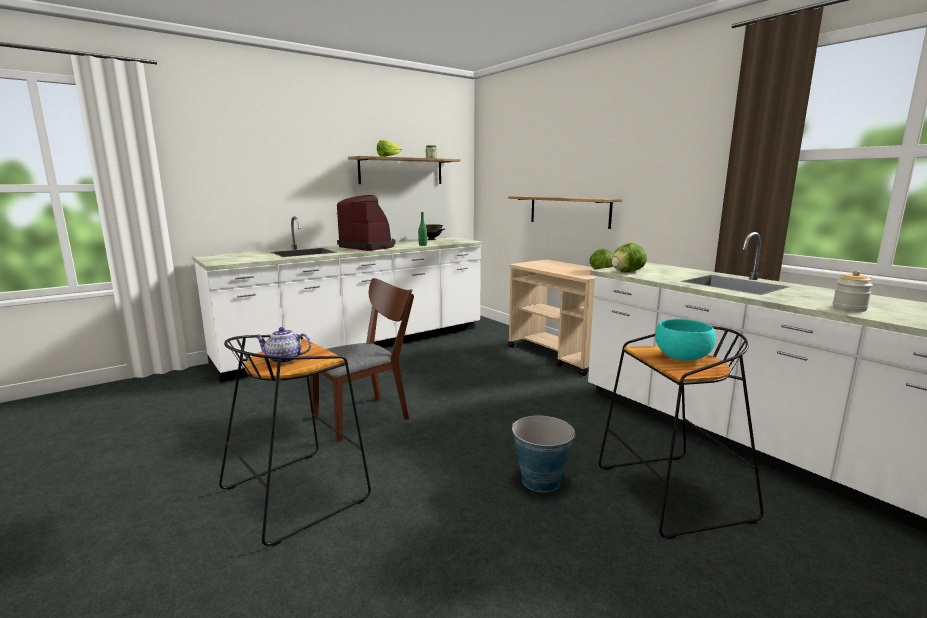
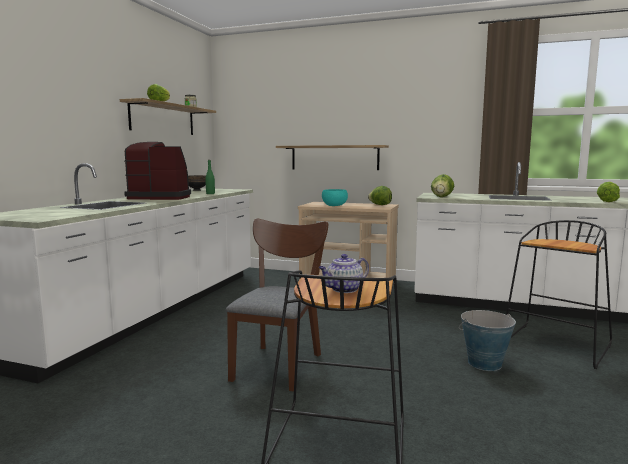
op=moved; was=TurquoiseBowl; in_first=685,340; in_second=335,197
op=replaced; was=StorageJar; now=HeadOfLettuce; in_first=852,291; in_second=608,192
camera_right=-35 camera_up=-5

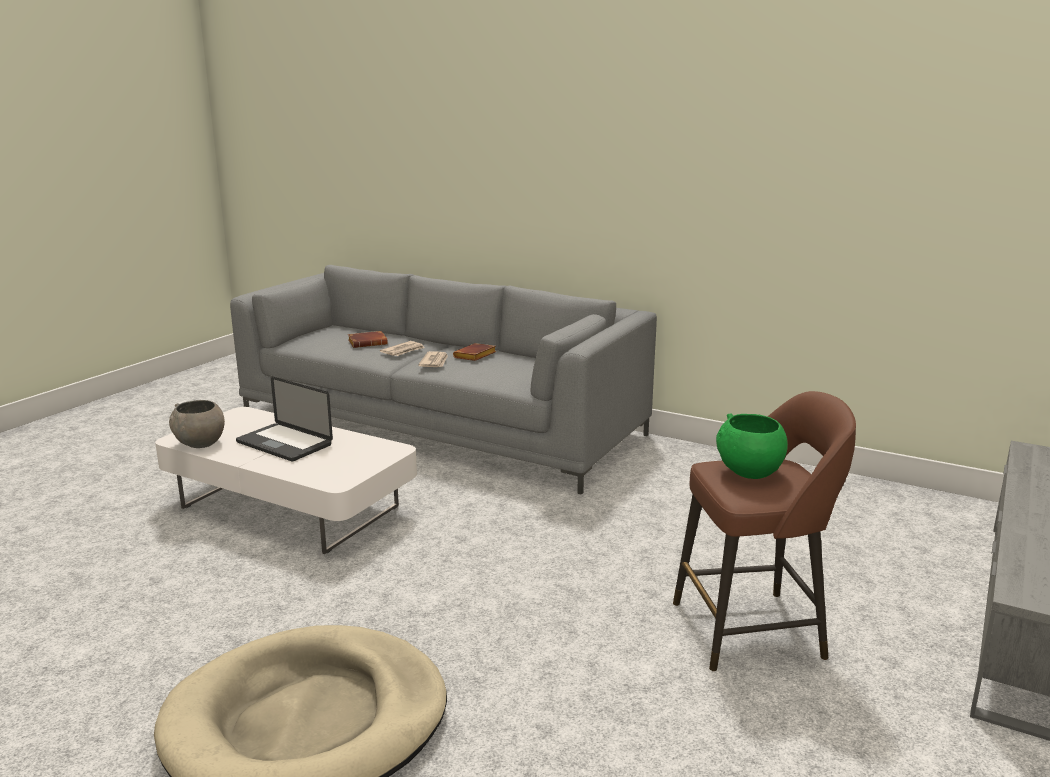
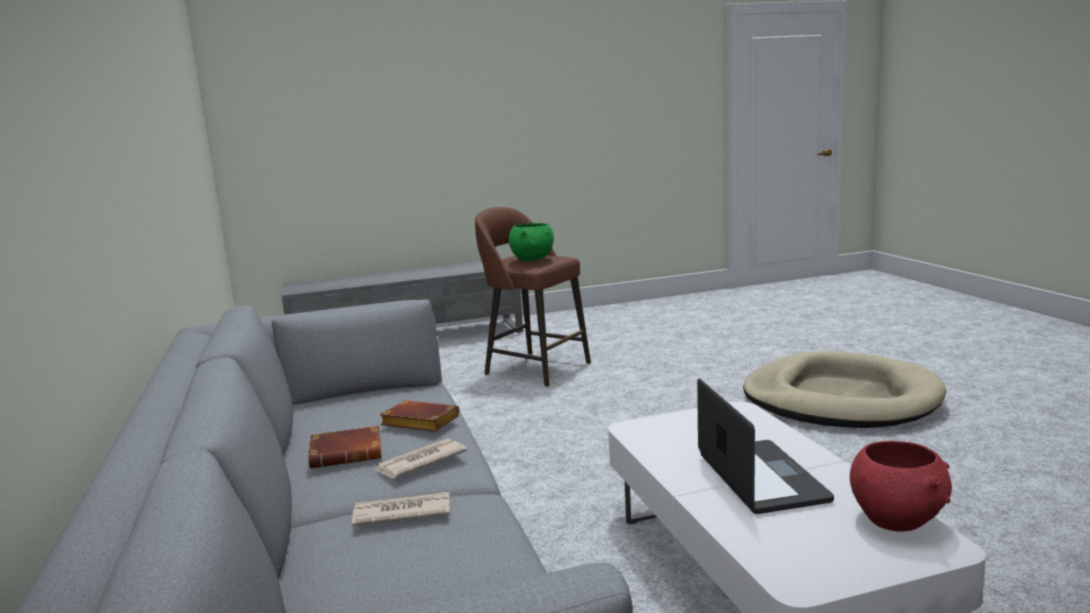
op=moved; was=BrownBoundBook; in_first=368,339; in_second=419,416
op=recoloured; was=GreyBowl; now=RedBowl; in_first=197,424; in_second=901,486
camera_right=-135 camera_up=-5

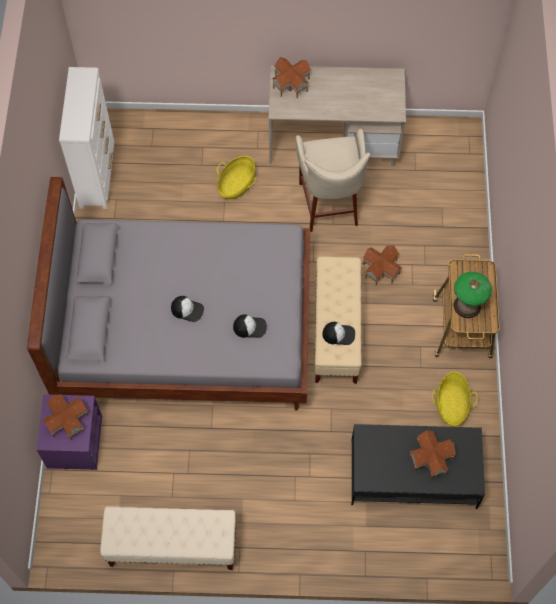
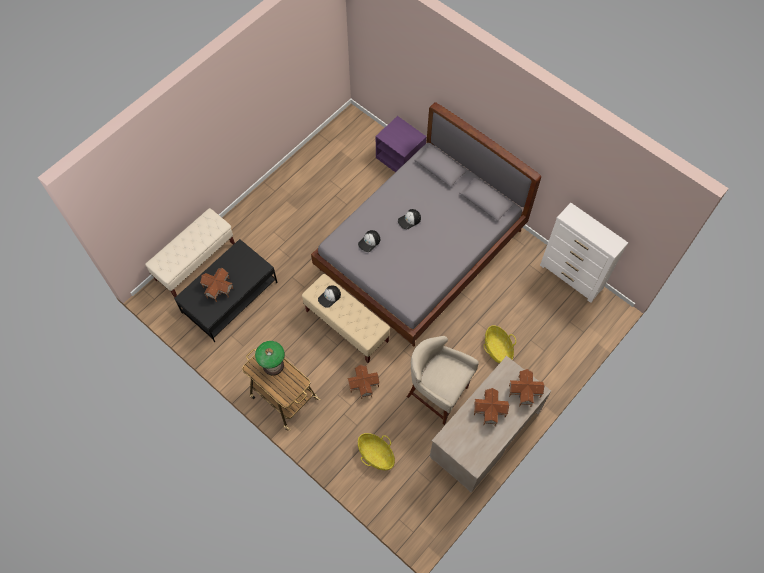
op=moved; was=ToyHouse; in_first=65,417; in_second=491,407
op=moved; was=BeigeColouredBench; in_first=168,538; in_second=190,252
op=moved; was=HouseholdBasket; in_first=455,399; in_second=376,451
camera_right=130 camera_up=0

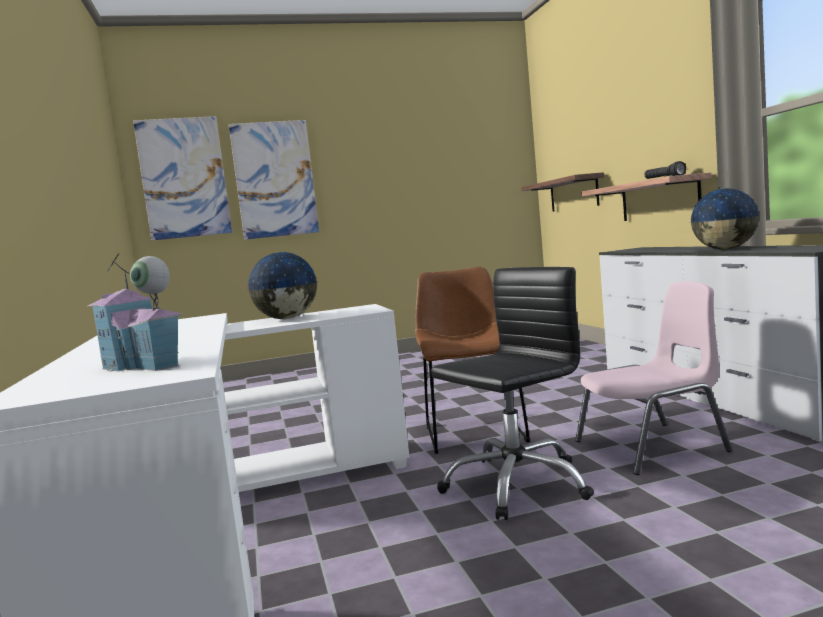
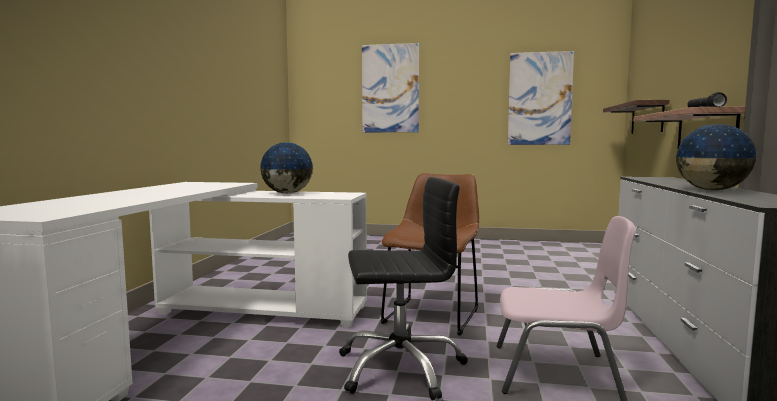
op=removed; was=ToyHouse; in_first=135,312
op=moved; was=WallPicture; in_first=182,178; in_second=541,98
camera_right=25 camera_up=0

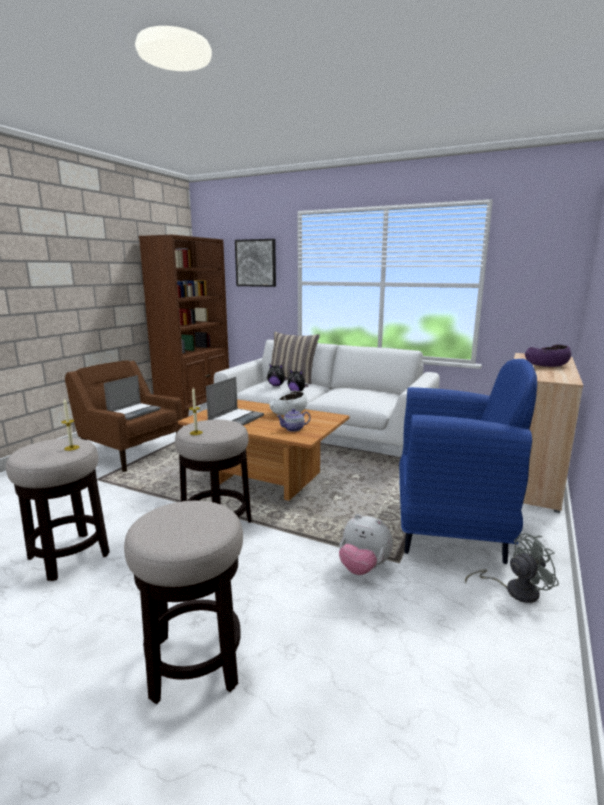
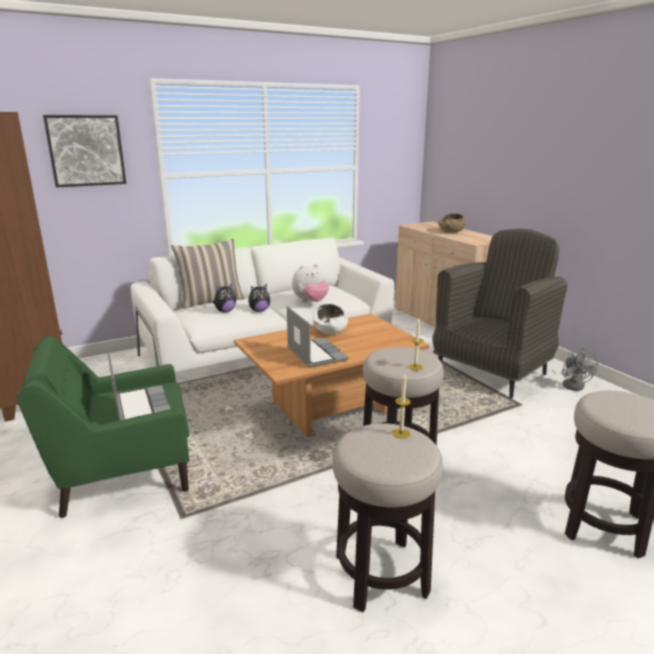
op=removed; was=TeaPot; in_first=294,420
op=moved; was=PlushToy; in_first=366,544; in_second=310,283
op=recoloured; was=BrownArmchair; now=GreenColouredArmchair; in_first=124,416; in_second=103,427
op=recoloured; was=BlueColouredArmchair; now=GreyArmchair; in_first=468,461; in_second=500,313
op=recoloured; was=PurplishBowl; now=BrownBowl; in_first=548,355; in_second=452,223
op=turned; was=GreyElectricFan; in_first=512,568; in_second=579,369; clockwise=150
camera_right=-55 camera_up=5

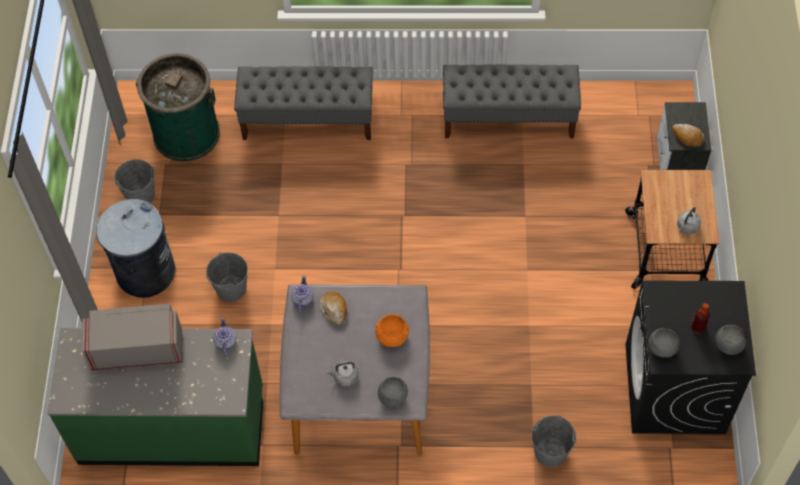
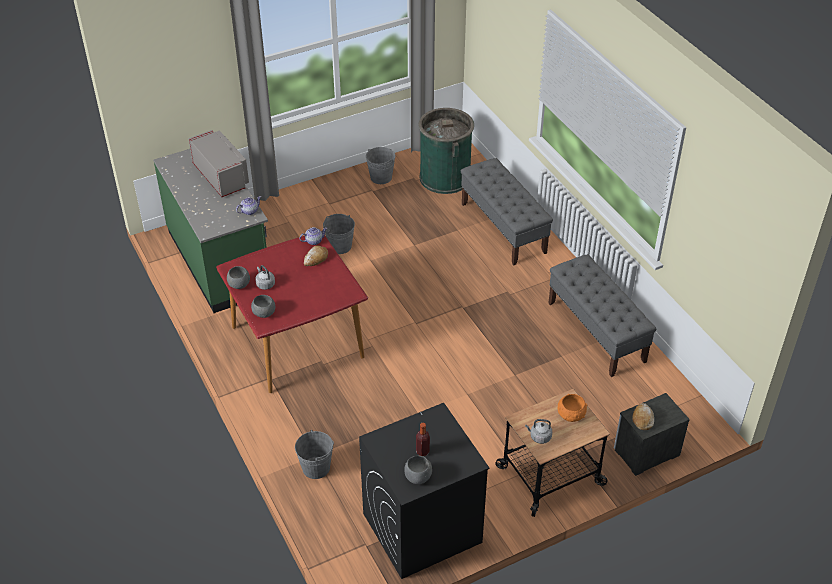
op=removed; was=GreyRubbishBin; in_first=135,248
op=moved; was=OrangeyBowl; in_first=392,330; in_second=572,408
op=moved; was=GreyBowl; in_first=664,343; in_second=238,277
op=recoloured; was=GreyKitchenTable; now=RedKitchenTable; in_first=355,370; in_second=292,314
camera_right=60 camera_up=-15

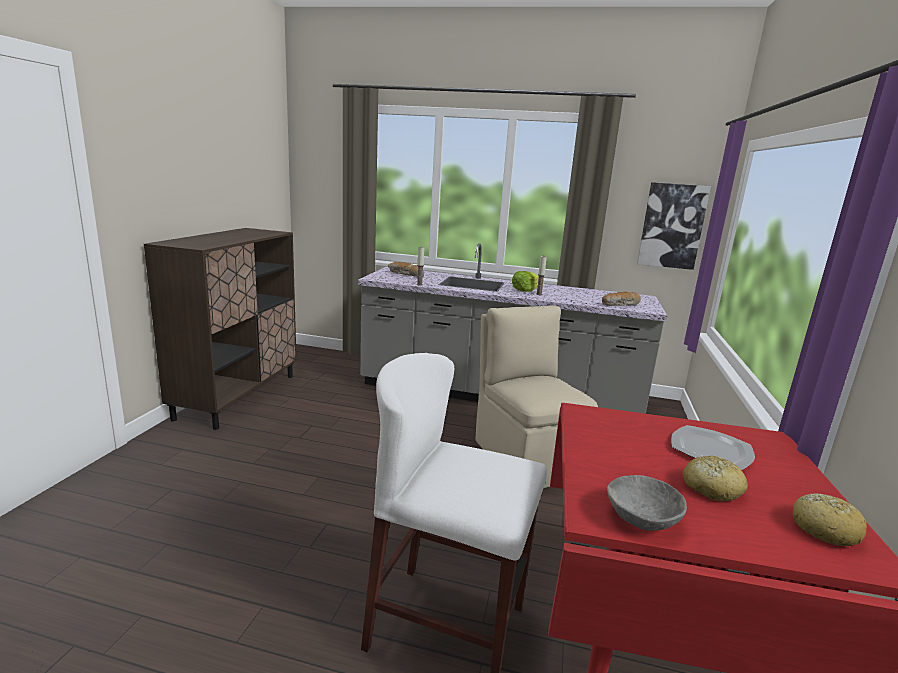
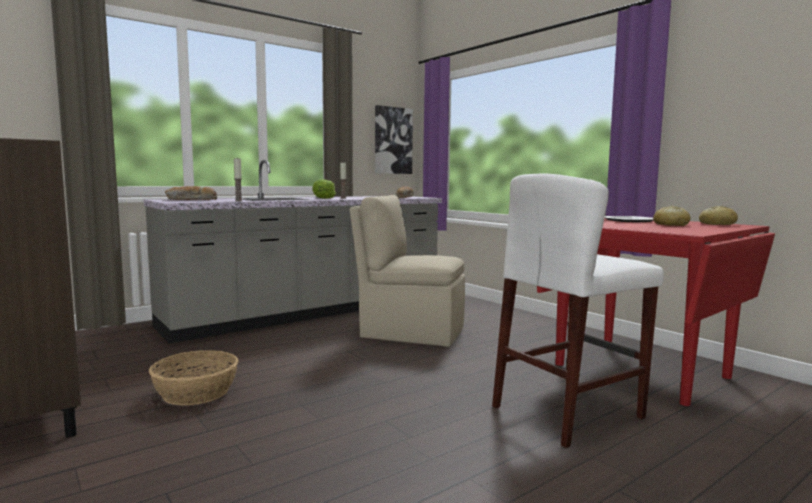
op=removed; was=GreyBowl; in_first=647,503
op=added; now=HouseholdBasket; in_second=193,378
camera_right=-50 camera_up=-10

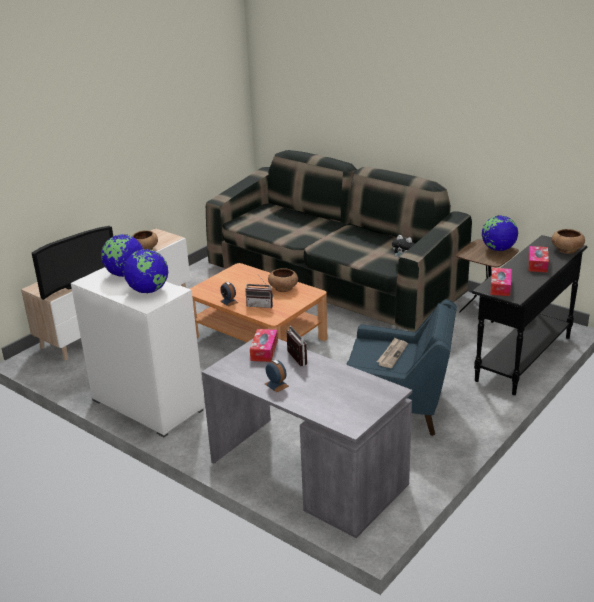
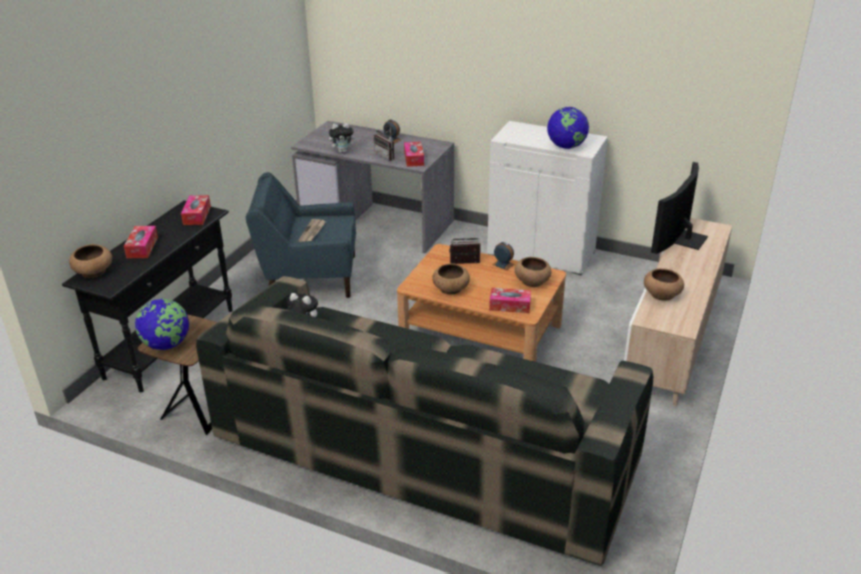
op=removed; was=DeskGlobe; in_first=146,271
op=added; now=PlushToy; in_second=343,138
op=added; now=BoxOfTissues; in_second=510,300
op=added; now=BrownBowl; in_second=533,272
camera_right=165 camera_up=5

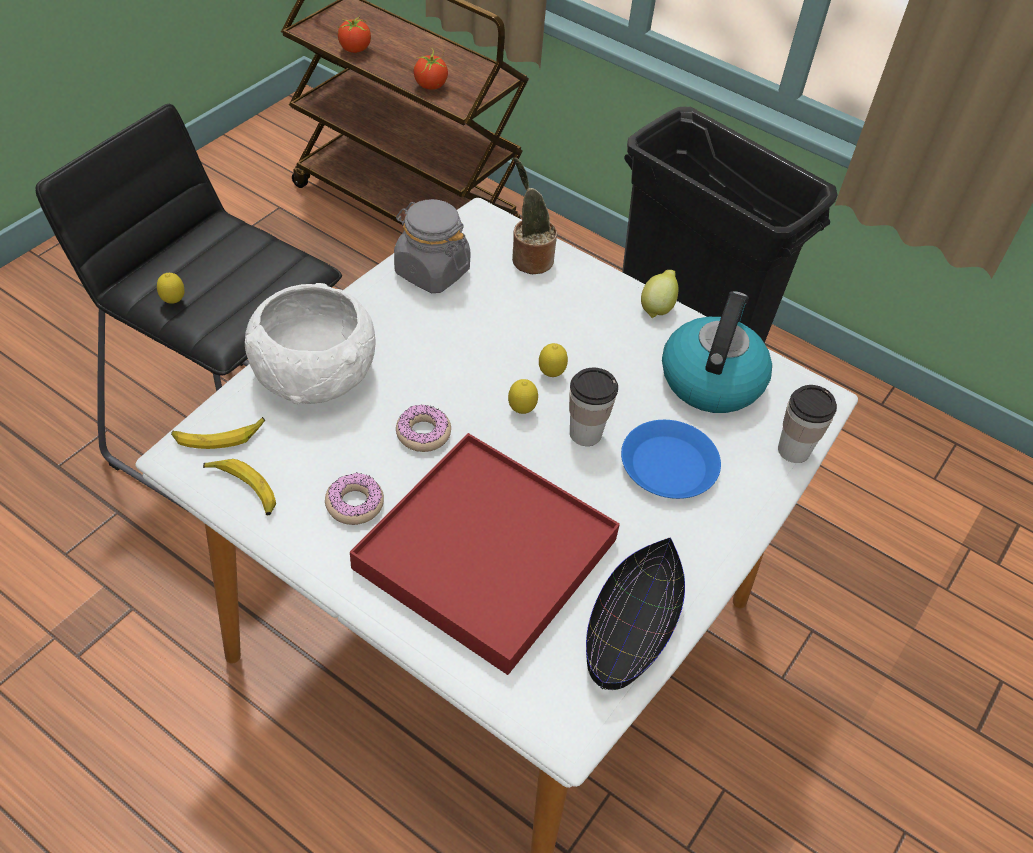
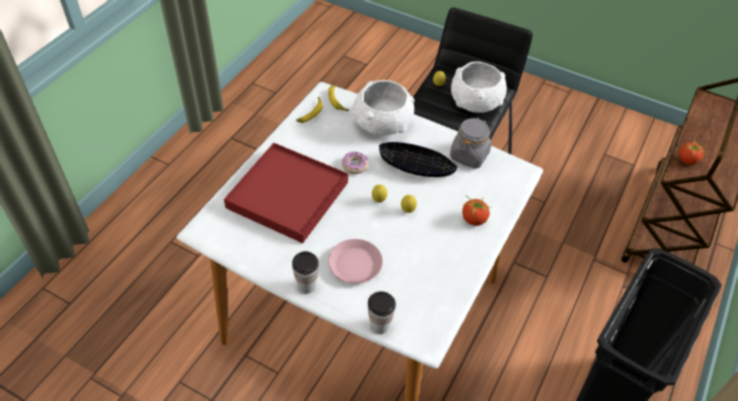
op=removed; was=Doughnut; in_first=354,498
op=removed; was=Houseplant; in_first=534,216
op=removed; was=CitrusFruit; in_first=659,294
op=removed; was=TeaKettle; in_first=717,352
op=added; now=WhiteBowl; in_second=479,87
op=moved; was=FreshTomato; in_first=354,34; in_second=476,211
op=moved; was=DrinkingCup; in_first=593,407; in_second=305,272
op=moved; was=BlackishBowl; in_first=635,613; in_second=418,159
op=recoloured; was=BlueColouredPlate; now=PinkPlate; in_first=671,459; in_second=355,261
camera_right=85 camera_up=0

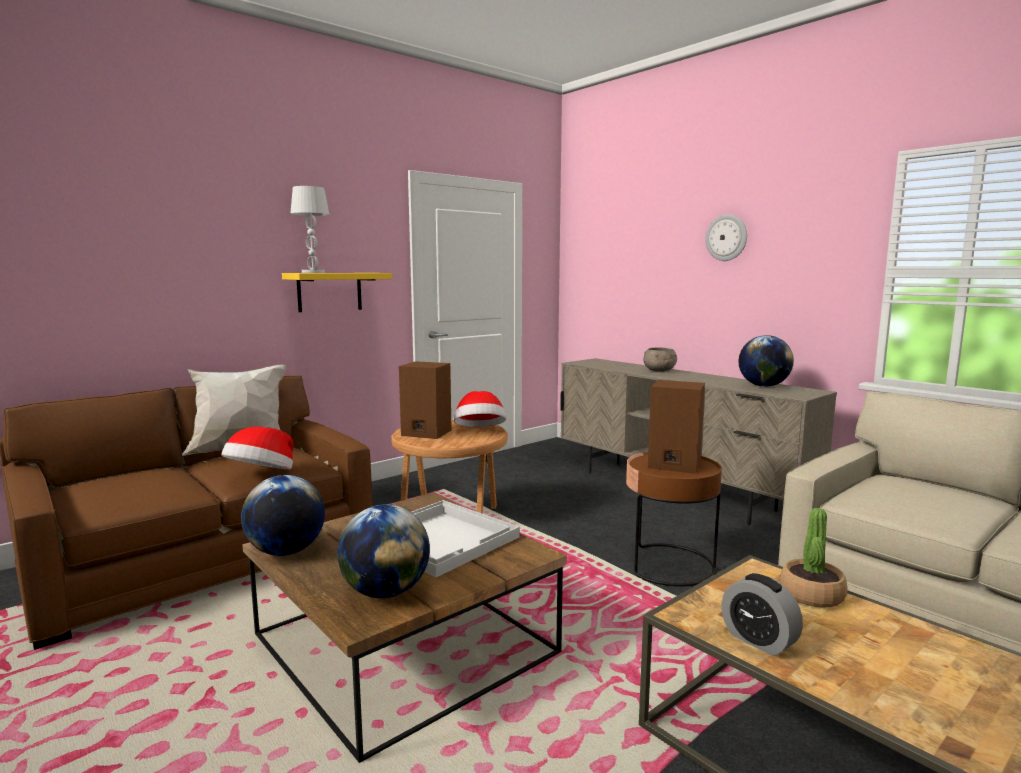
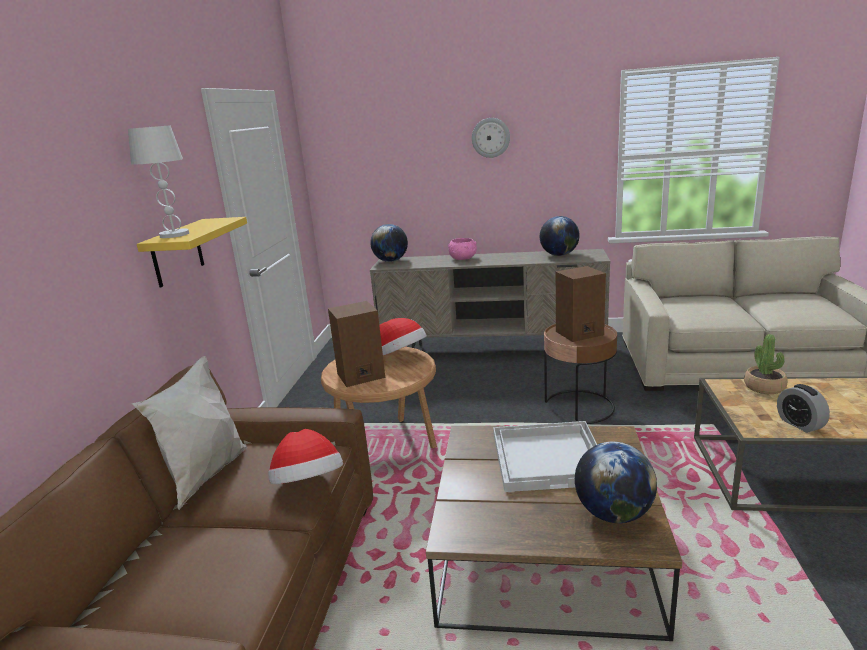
op=moved; was=DeskGlobe; in_first=283,515; in_second=389,243
op=recoloured; was=GreyBowl; now=PinkBowl; in_first=660,360; in_second=462,249
op=turned; was=TableClock; in_first=762,614; in_second=803,408; clockwise=60
camera_right=-40 camera_up=10

